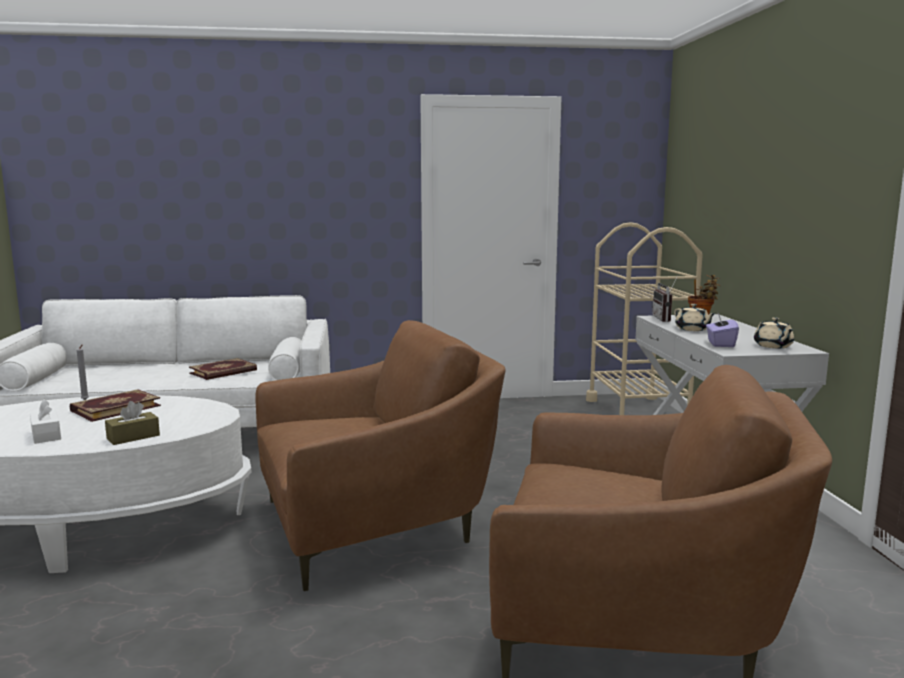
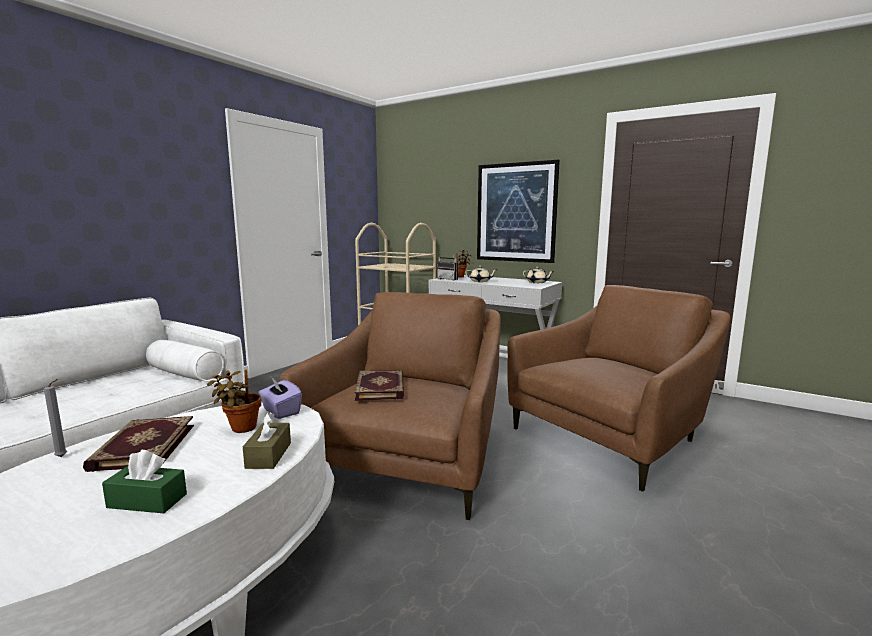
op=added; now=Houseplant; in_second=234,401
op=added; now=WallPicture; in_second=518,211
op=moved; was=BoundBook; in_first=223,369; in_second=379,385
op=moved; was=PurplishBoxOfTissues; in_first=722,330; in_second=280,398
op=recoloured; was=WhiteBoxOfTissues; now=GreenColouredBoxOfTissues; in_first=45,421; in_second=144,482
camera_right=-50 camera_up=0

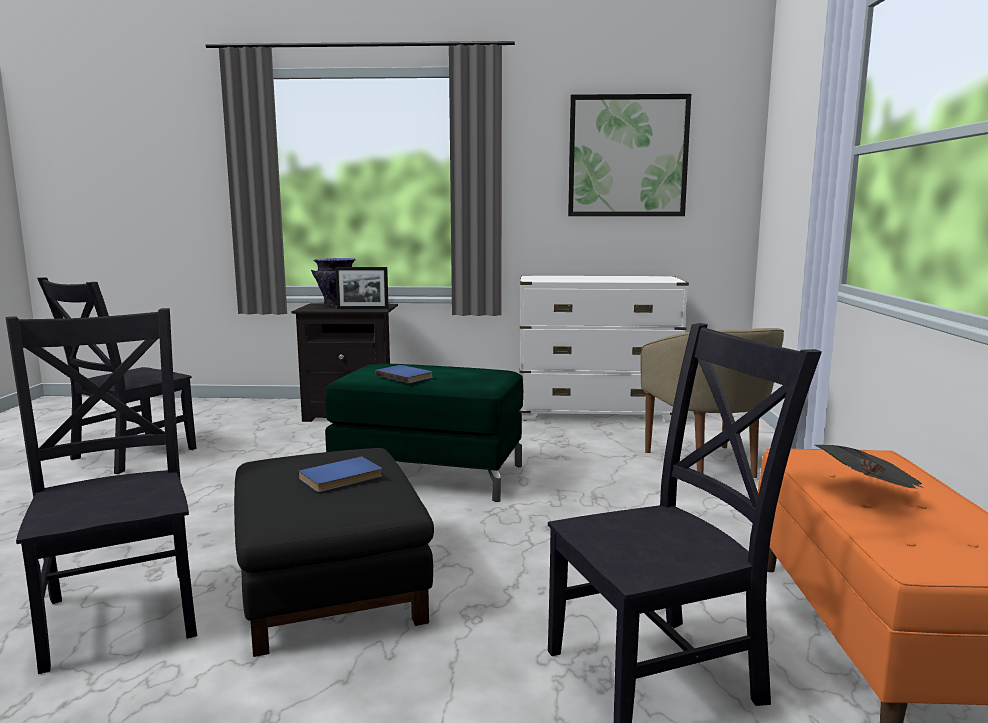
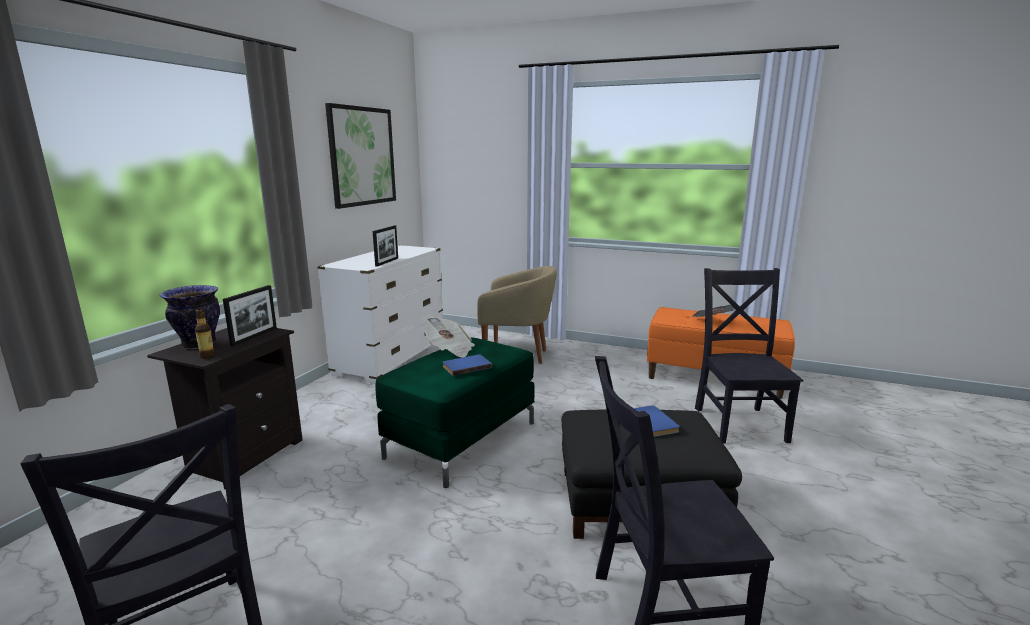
op=added; now=BeverageBottle; in_second=205,334
op=added; now=PhotoFrame; in_second=385,246
op=added; now=DailyPaper; in_second=448,337
camera_right=-70 camera_up=5

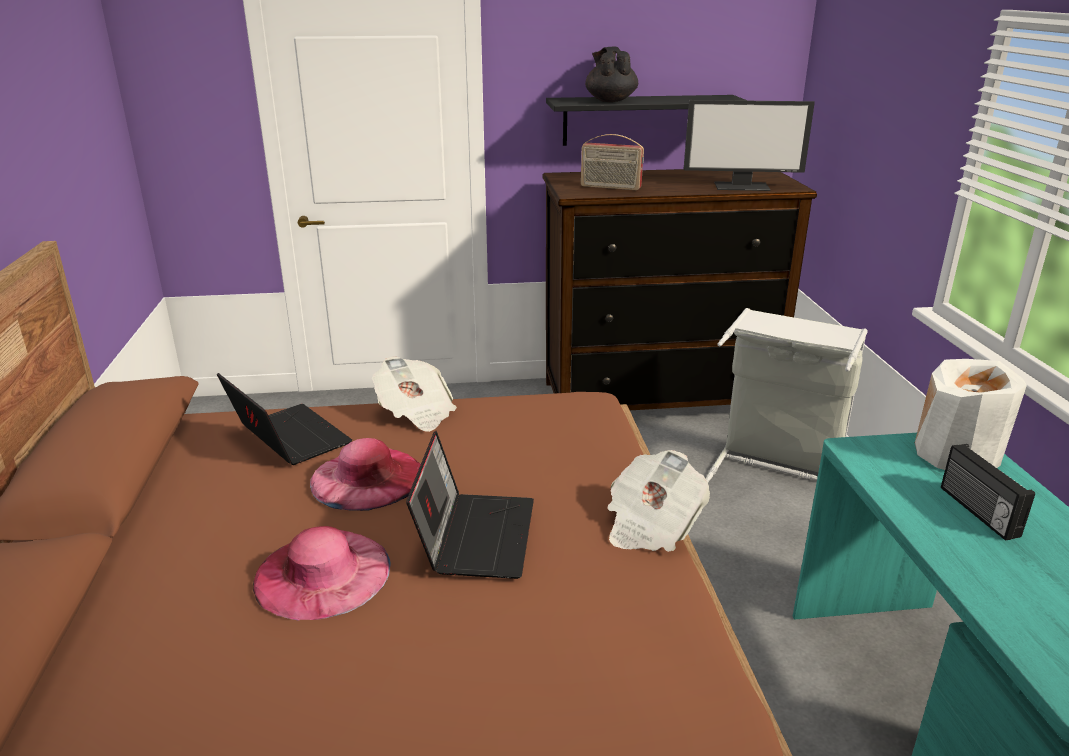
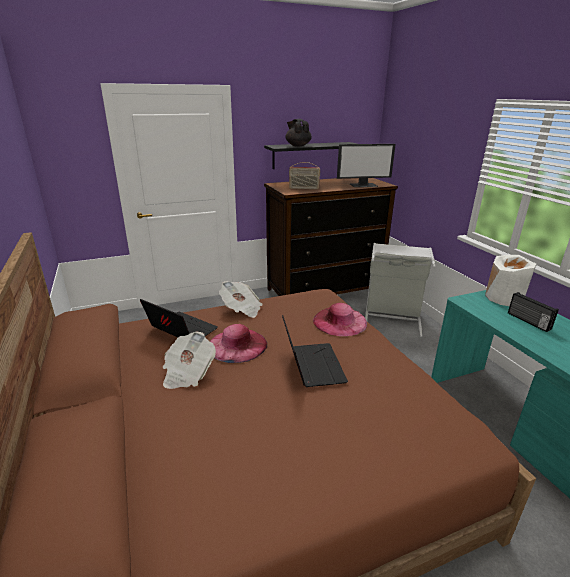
op=moved; was=PinkWearableHat; in_first=322,573; in_second=340,319
op=moved; was=DailyPaper; in_first=658,501; in_second=189,360
camera_right=-15 camera_up=0

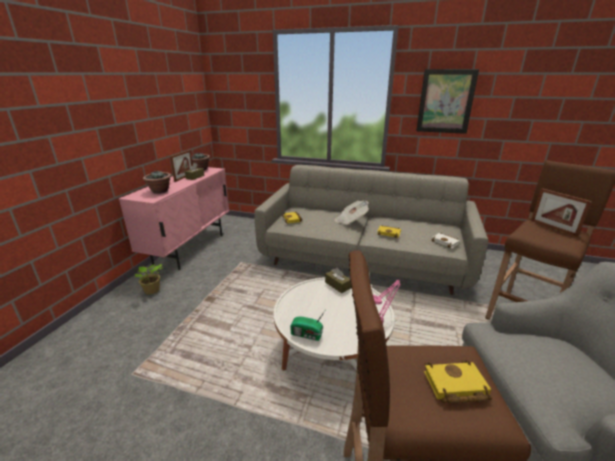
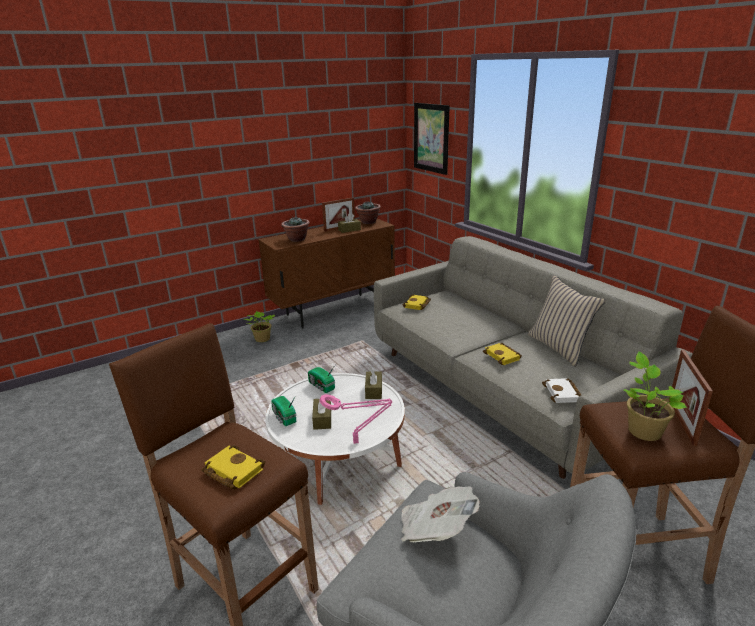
op=added; now=RadioSet; in_second=321,379
op=added; now=BrownBoxOfTissues; in_second=321,412
op=added; now=BeigeColouredCushion; in_second=567,321
op=added; now=Houseplant; in_second=655,396
op=moved; was=DailyPaper; in_first=351,213; in_second=440,514
op=moved; was=WallPicture; in_first=447,101; in_second=432,139
op=recoloured; was=PinkCupboard; now=BrownCupboard; in_first=174,218; in_second=326,274
camera_right=40 camera_up=0

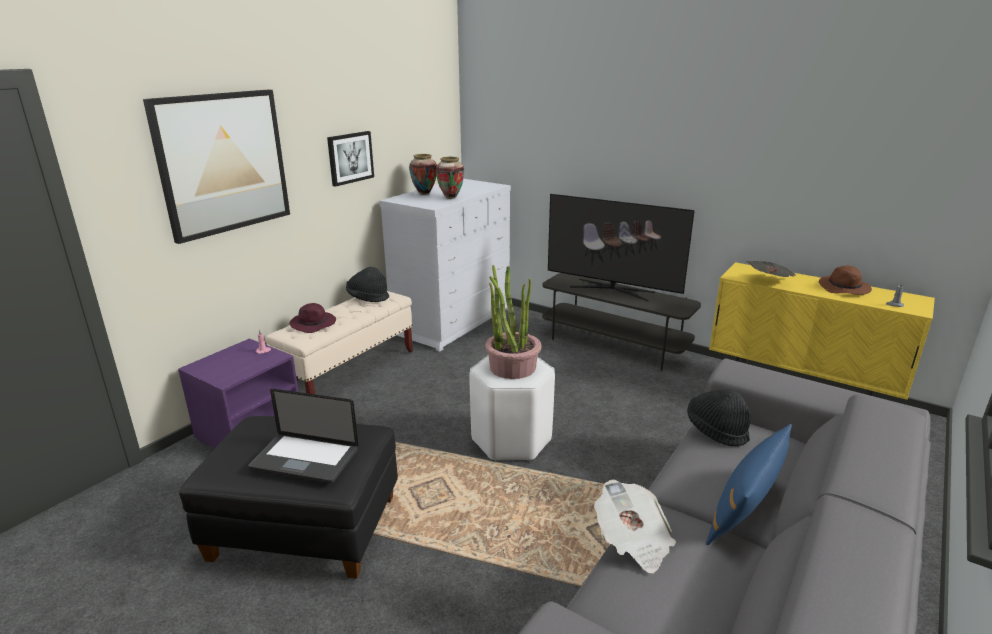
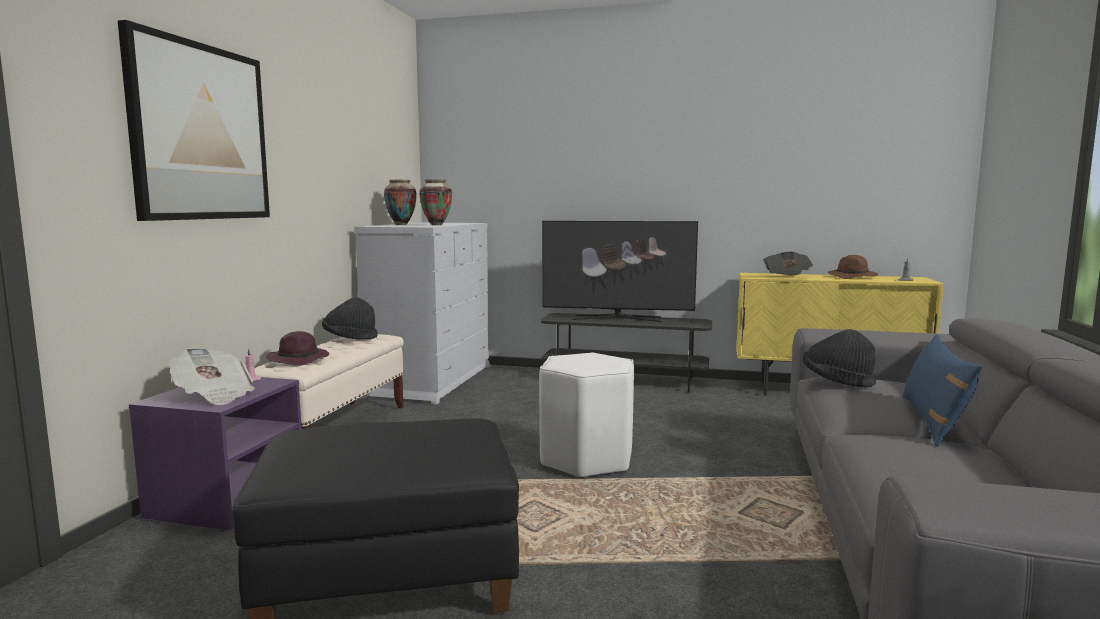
op=removed; was=Laptop; in_first=303,436
op=removed; was=WallPicture; in_first=350,159
op=removed; was=Houseplant; in_first=513,322
op=moved; was=DailyPaper; in_first=635,526; in_second=212,376
camera_right=-20 camera_up=-15

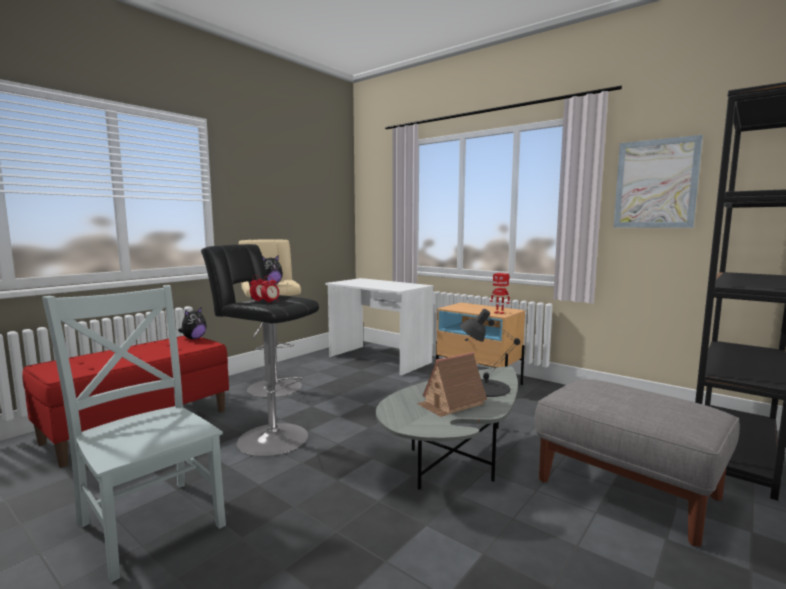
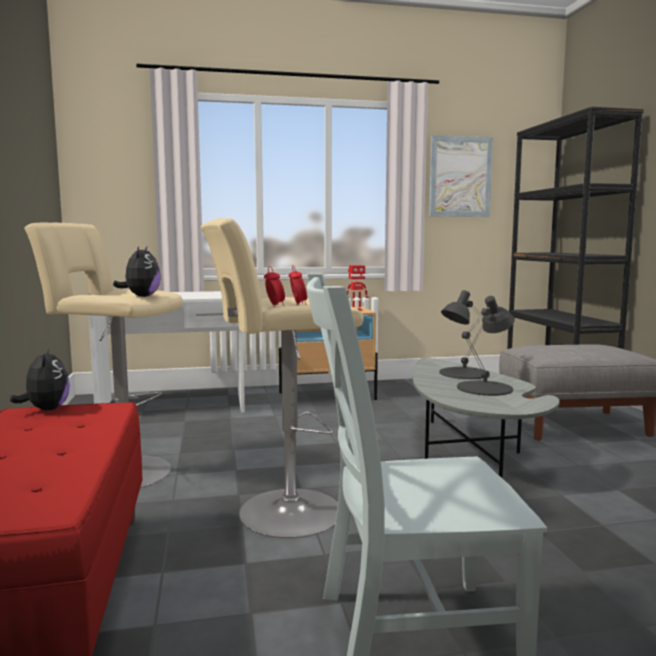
op=replaced; was=ToyHouse; now=BlackishTabletopLamp; in_first=452,384; in_second=486,346
op=recoloured; was=BlackishSittingStool; now=BeigeColouredSittingStool; in_first=260,350; in_second=282,378
camera_right=-50 camera_up=0

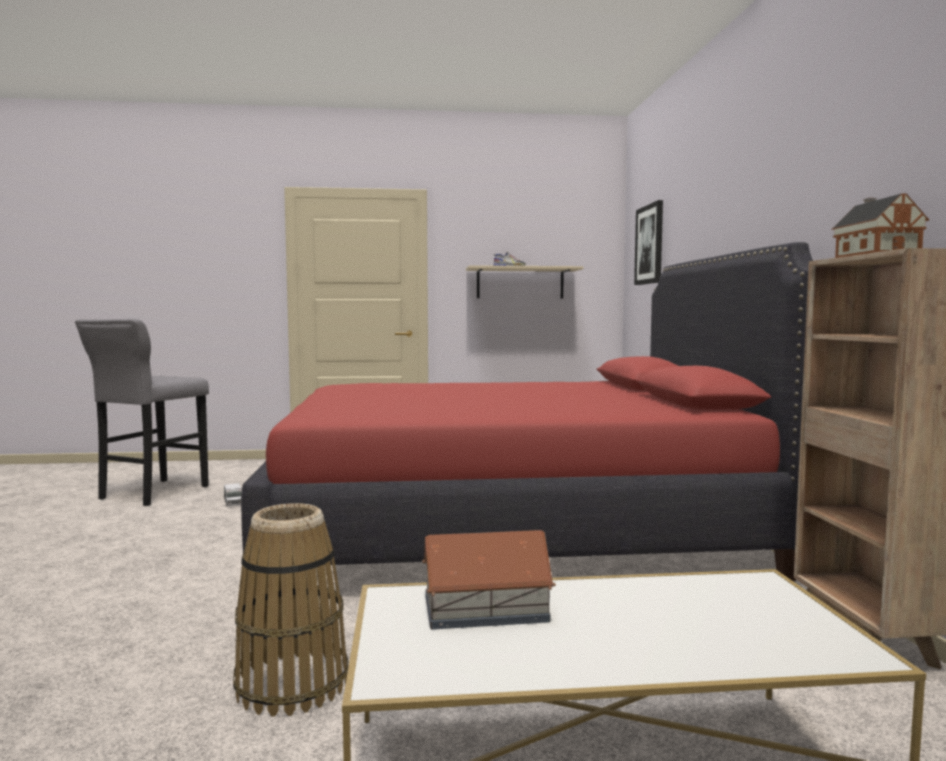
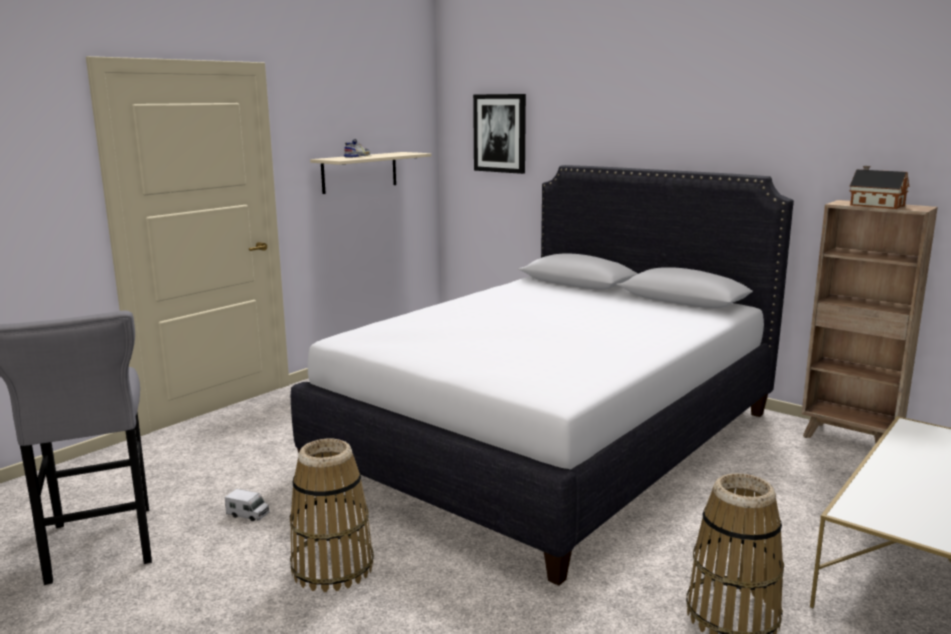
op=removed; was=ToyHouse; in_first=489,580
op=added; now=HouseholdBasket; in_second=332,515
op=recoloured; was=RedBedroomBed; now=WhiteBedroomBed; in_first=527,411; in_second=542,375
camera_right=-45 camera_up=10

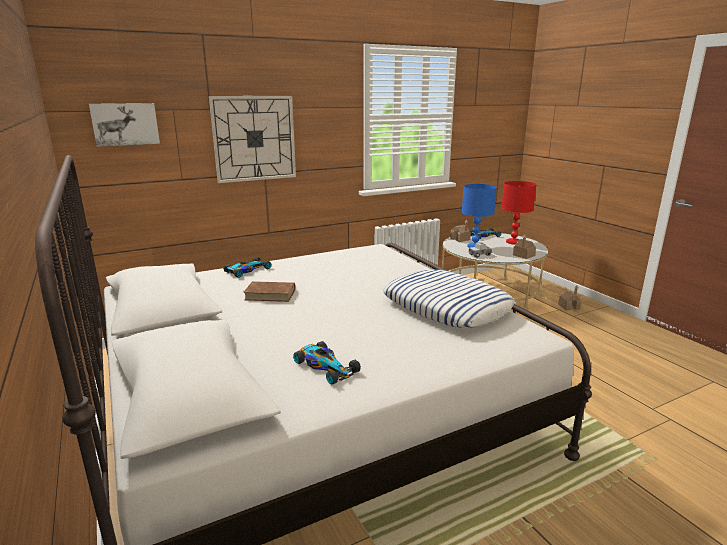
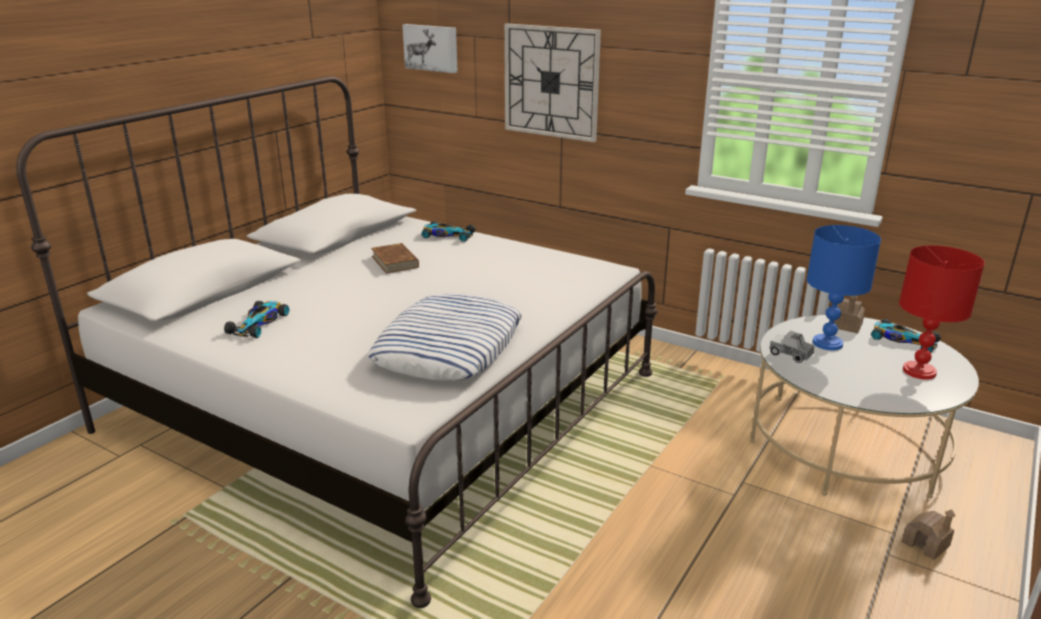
op=removed; was=ToyHouse; in_first=524,247
camera_right=60 camera_up=5

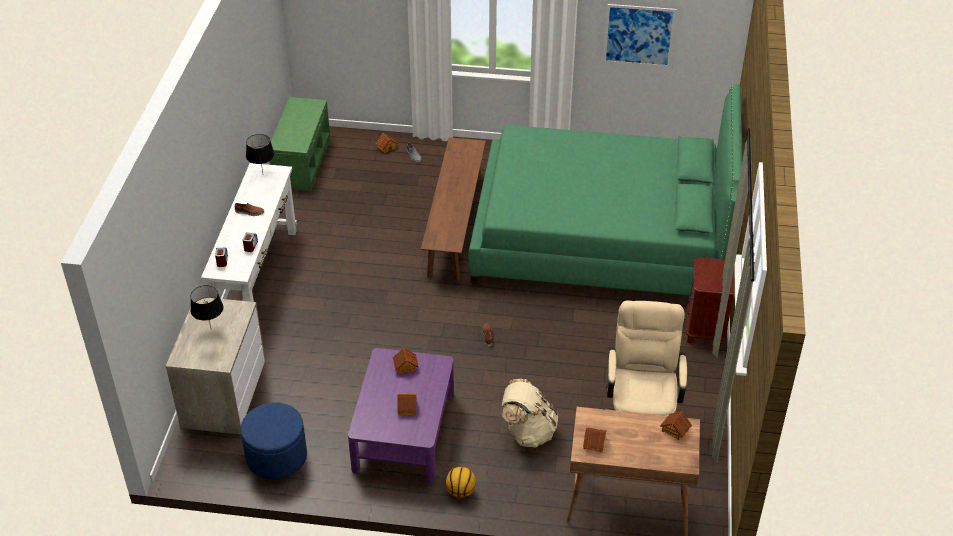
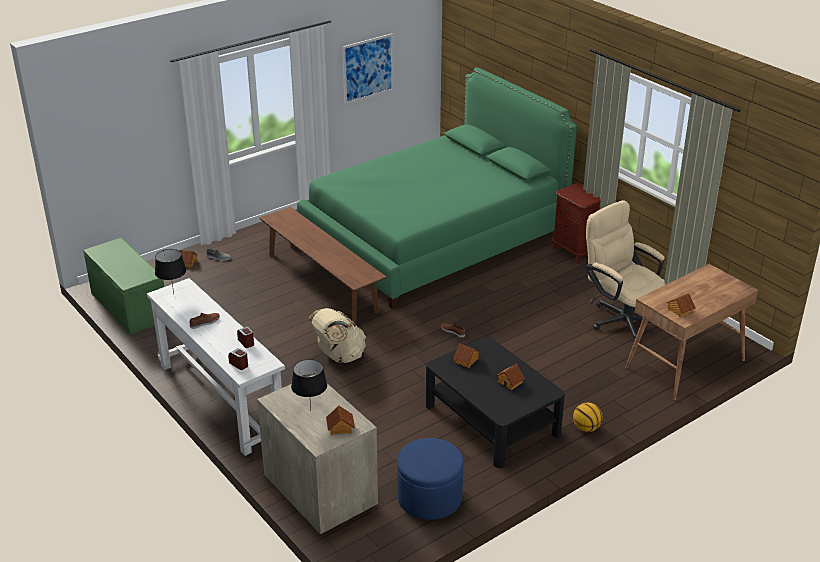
op=moved; was=BeigeColouredKnapsack; in_first=530,413; in_second=337,335
op=moved; was=ToyHouse; in_first=676,425; in_second=340,420
op=recoloured; was=PurplishLowTable; now=BlackishLowTable; in_first=401,415; in_second=495,402
camera_right=-45 camera_up=-10

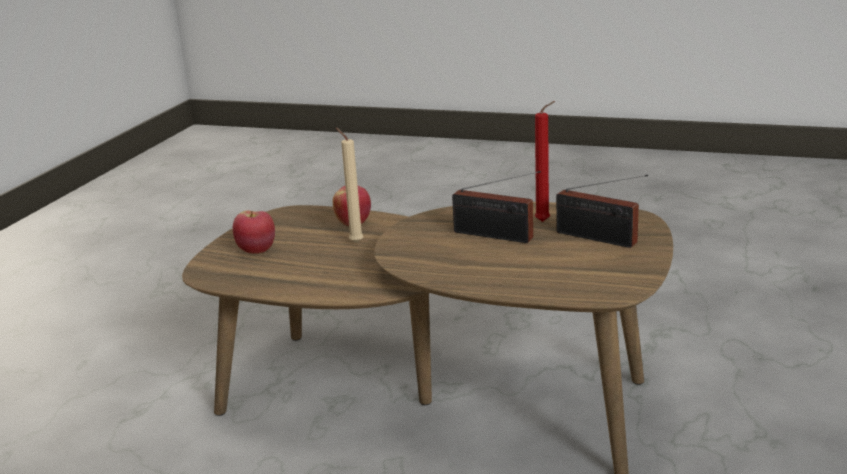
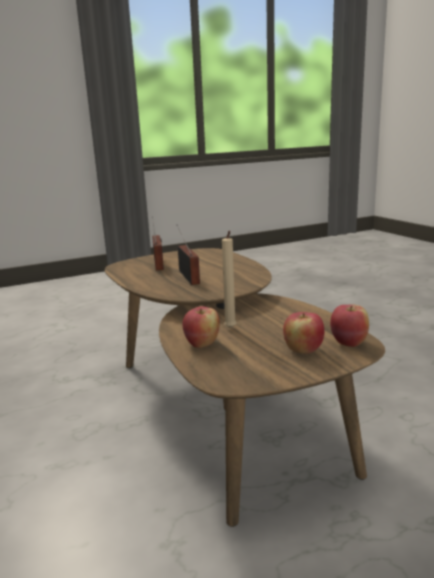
op=removed; was=RedWaxLight; in_first=545,161
op=added; now=AppleFruit; in_second=349,325
camera_right=-135 camera_up=-5

